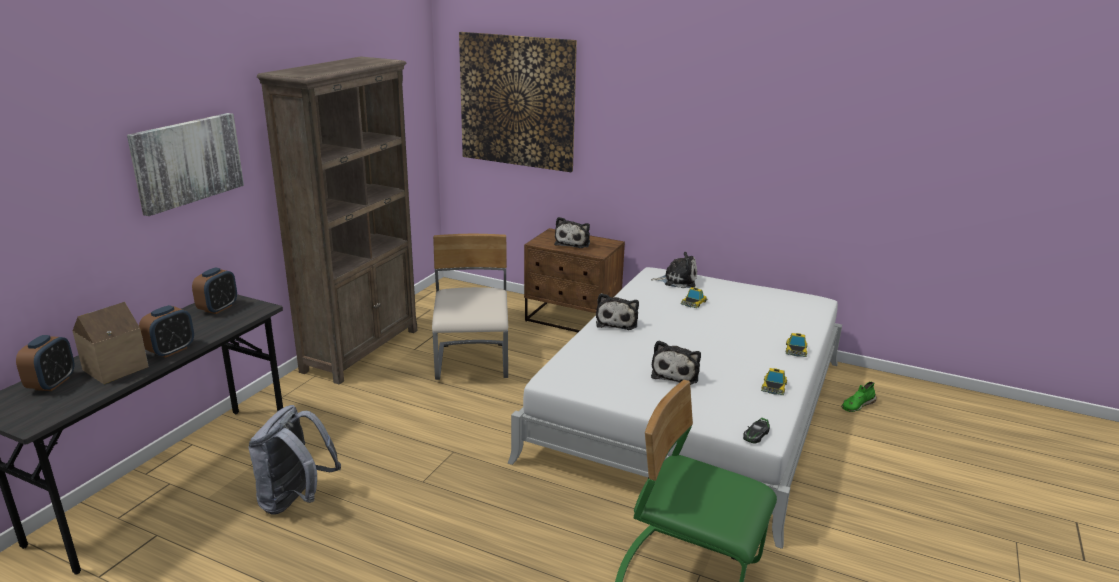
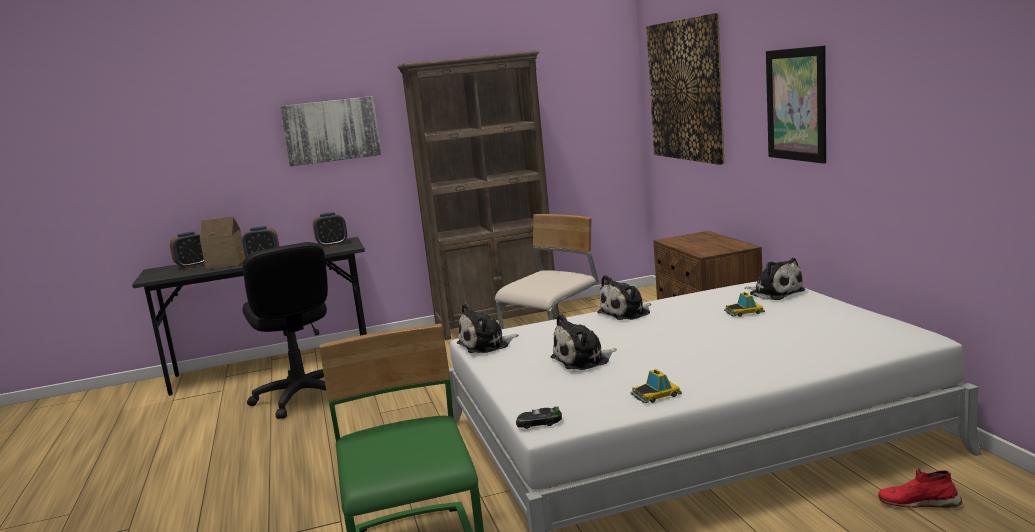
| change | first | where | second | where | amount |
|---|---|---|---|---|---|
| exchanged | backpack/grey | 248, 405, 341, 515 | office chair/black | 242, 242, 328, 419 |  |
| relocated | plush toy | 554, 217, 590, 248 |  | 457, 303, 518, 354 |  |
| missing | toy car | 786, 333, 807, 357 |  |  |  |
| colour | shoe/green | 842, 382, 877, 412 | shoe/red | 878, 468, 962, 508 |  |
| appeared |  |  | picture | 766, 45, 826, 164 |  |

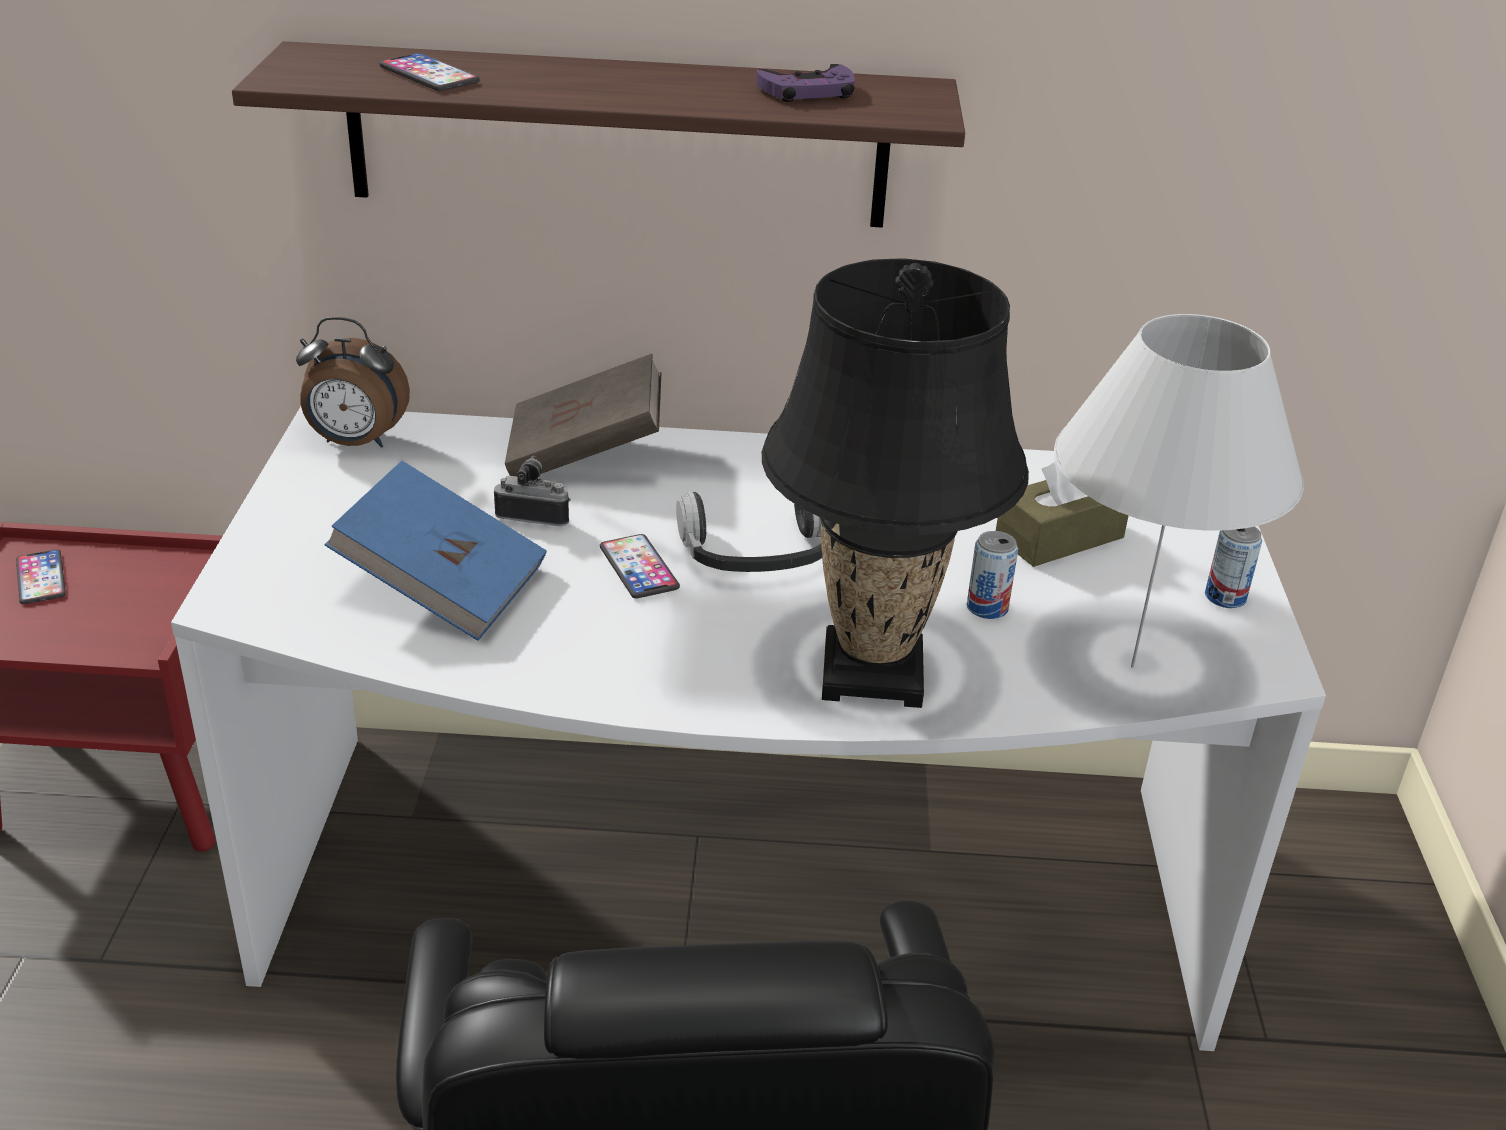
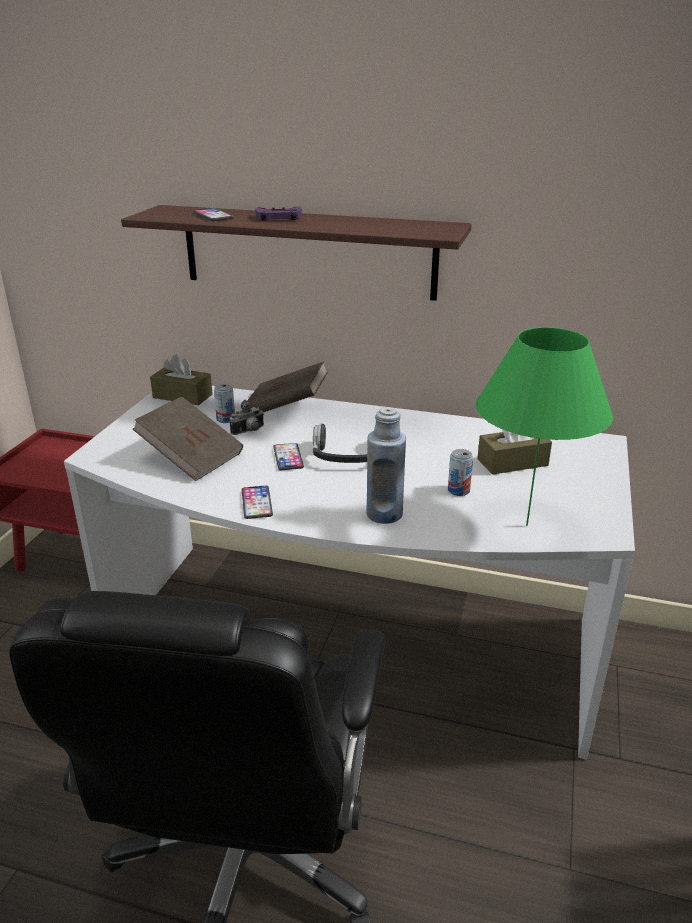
| change | first | where | second | where | amount |
|---|---|---|---|---|---|
| relocated | phone | 16, 549, 66, 604 |  | 242, 486, 273, 519 |  |
| exchanged | alarm clock | 296, 317, 410, 448 | tissue box/brown | 150, 354, 213, 405 |  |
| colour | book/blue | 325, 460, 547, 641 | book/brown | 133, 397, 243, 481 |  |
| spun | photo camera | 494, 456, 571, 526 |  | 229, 400, 264, 435 | 120 degrees clockwise |
| relocated | game controller/purple | 756, 64, 855, 102 |  | 255, 207, 302, 221 |  |
| exchanged | table lamp/black | 762, 258, 1029, 708 | bottle/blue | 366, 407, 406, 524 |  |
| colour | table lamp/white | 1054, 314, 1304, 668 | table lamp/green | 476, 327, 613, 526 |  |
| relocated | can | 1205, 527, 1262, 608 |  | 214, 383, 235, 423 |  |

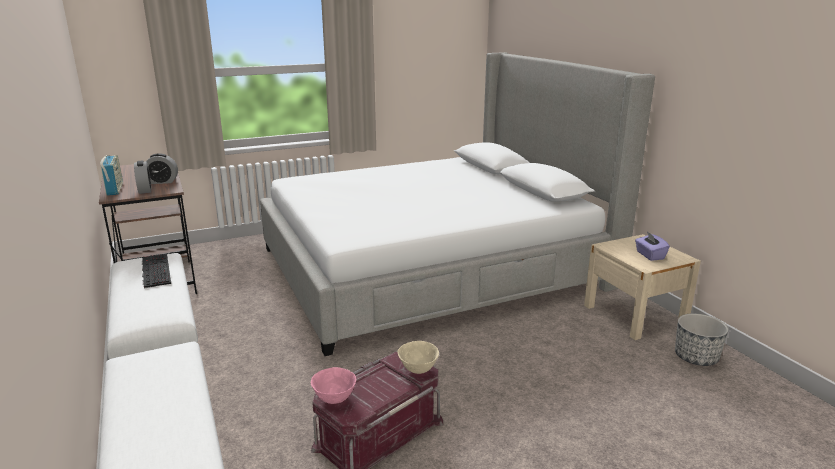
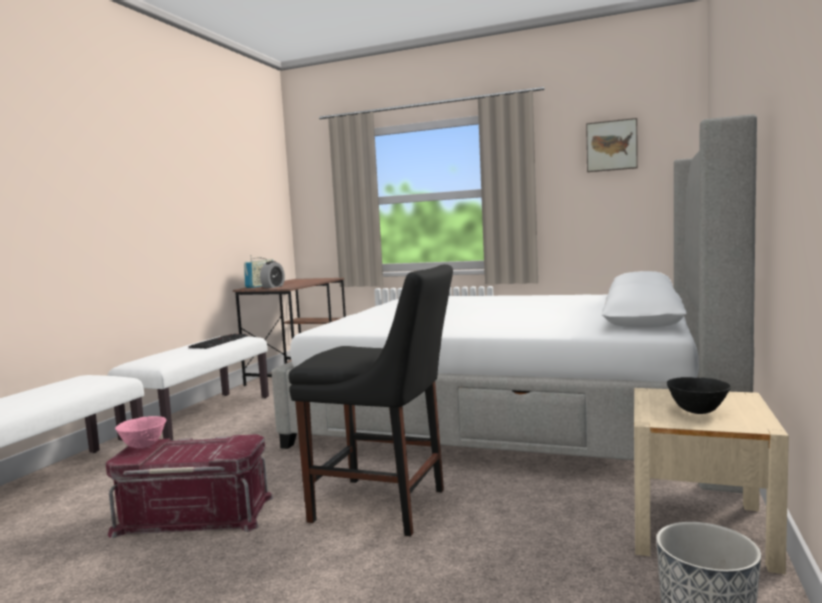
| change | first | where | second | where | amount |
|---|---|---|---|---|---|
| missing | alarm clock | 146, 153, 178, 184 |  |  |  |
| missing | bowl/beige | 397, 341, 439, 374 |  |  |  |
| exchanged | tissue box/purple | 635, 231, 670, 261 | bowl/black | 667, 377, 731, 414 |  |
| appeared |  |  | chair/black | 289, 264, 453, 537 |  |
| appeared |  |  | picture | 586, 118, 638, 172 |  |

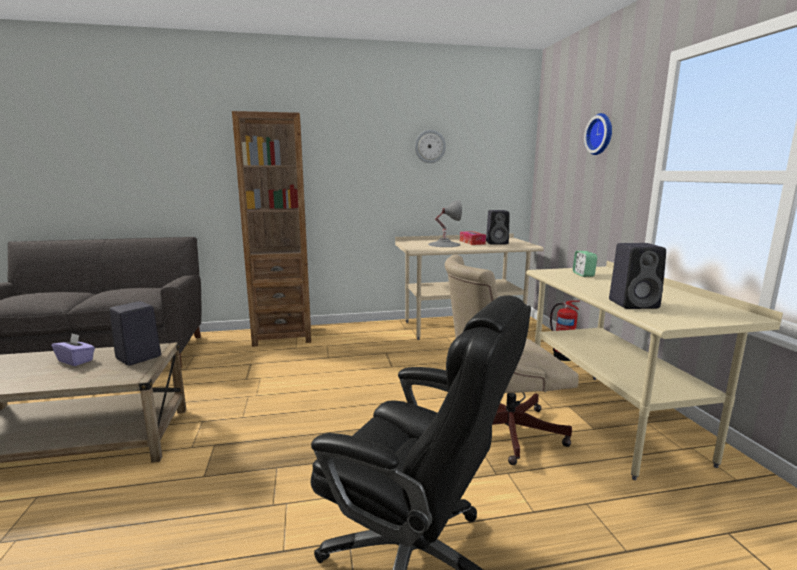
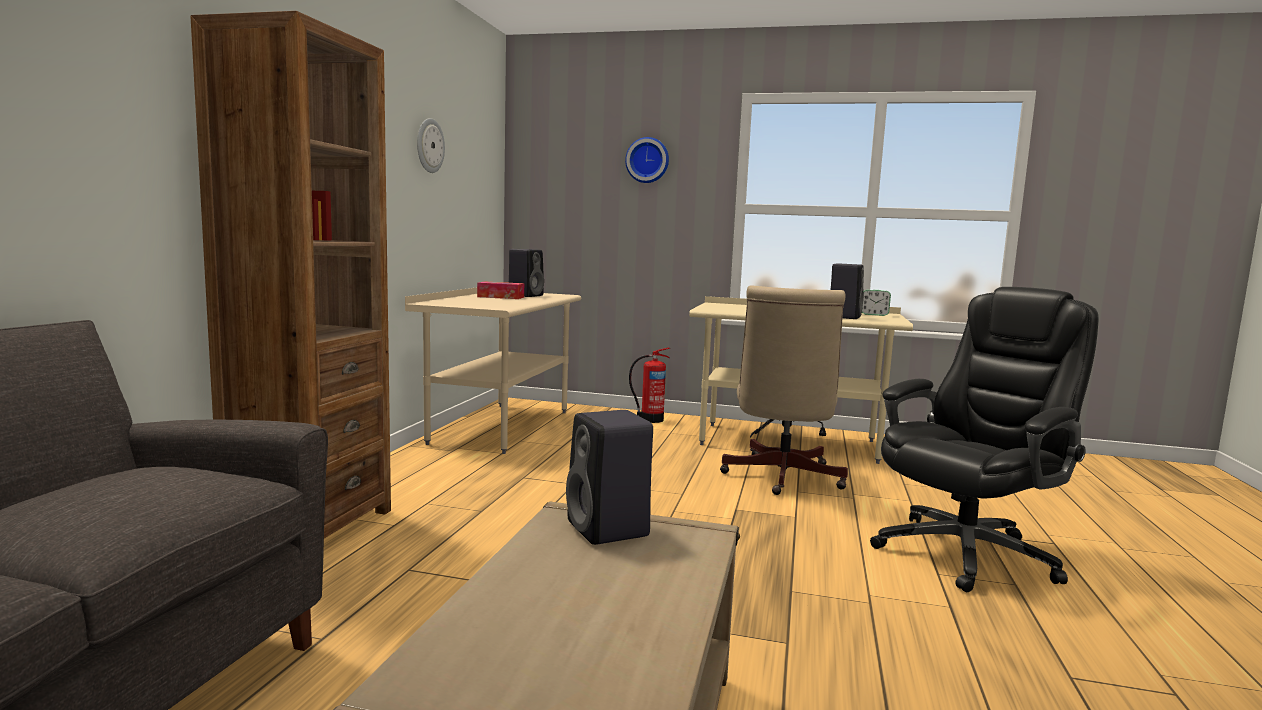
| change | first | where | second | where | amount |
|---|---|---|---|---|---|
| missing | tissue box/purple | 52, 333, 95, 366 |  |  |  |
| missing | table lamp/grey | 428, 200, 462, 247 |  |  |  |
| relocated | alarm clock | 573, 251, 597, 277 |  | 862, 290, 891, 316 |  |

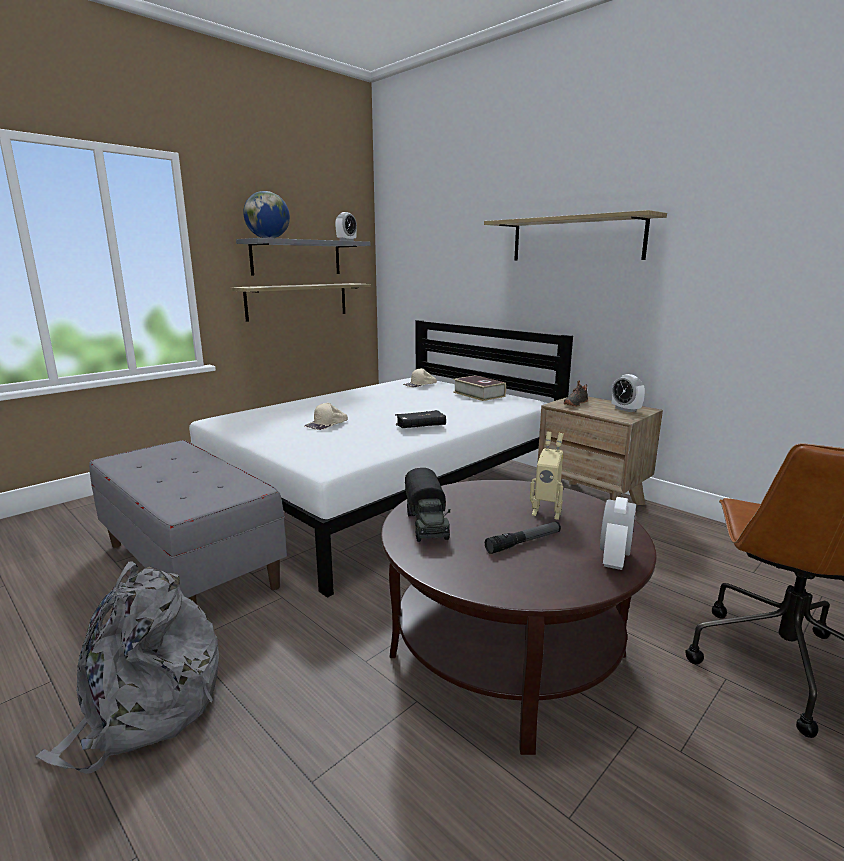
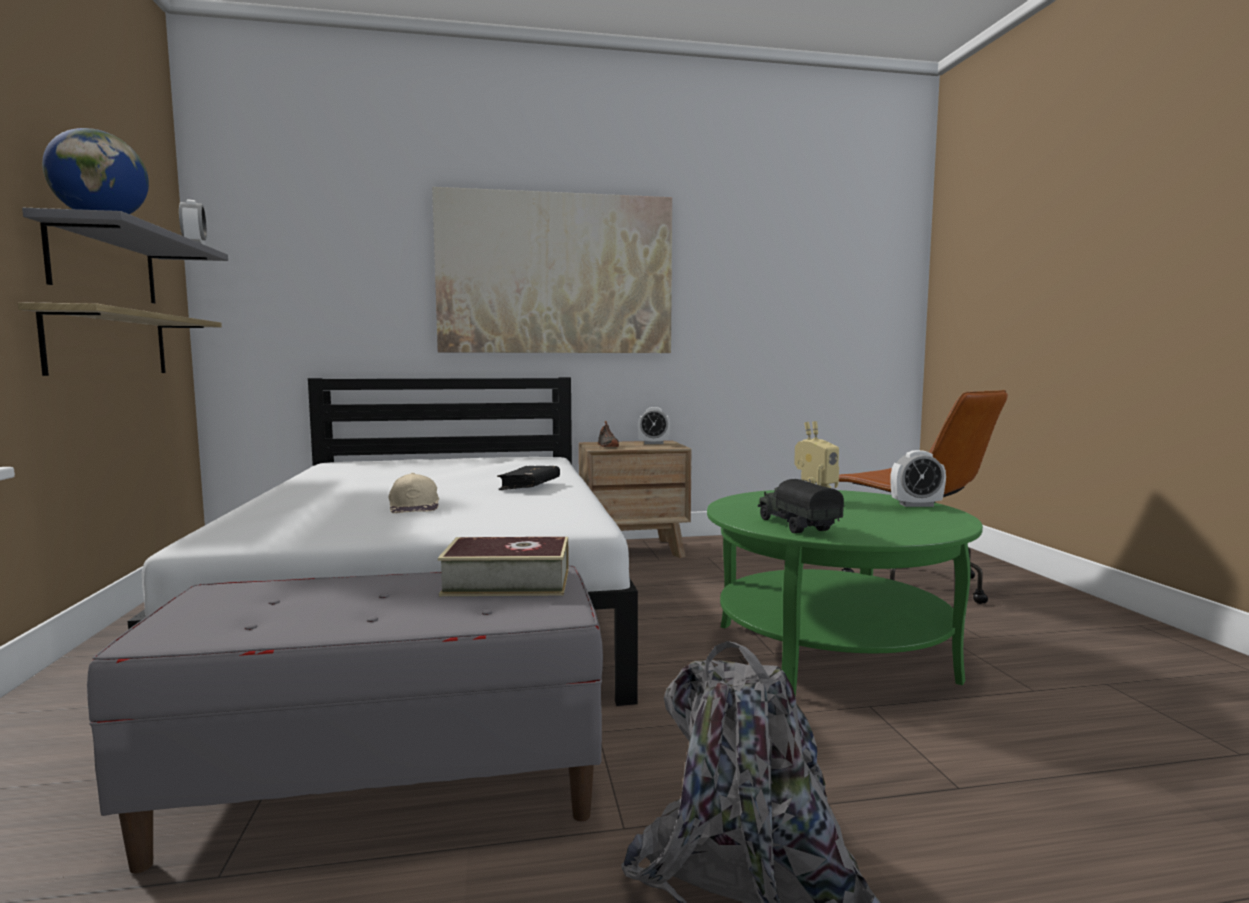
| change | first | where | second | where | amount |
|---|---|---|---|---|---|
| colour | coffee table/brown | 381, 480, 657, 755 | coffee table/green | 707, 490, 983, 697 |  |
| missing | cap/beige | 403, 368, 437, 387 |  |  |  |
| spun | toy truck | 405, 468, 450, 542 |  | 758, 479, 844, 533 | 135 degrees counterclockwise |
| relocated | book | 453, 375, 506, 401 |  | 438, 537, 569, 596 |  |
| exchanged | shelf | 484, 210, 667, 260 | picture | 432, 187, 672, 353 |  |
| missing | flashlight | 485, 521, 561, 554 |  |  |  |
| spun | alarm clock | 600, 497, 636, 570 |  | 890, 450, 946, 507 | 120 degrees clockwise |

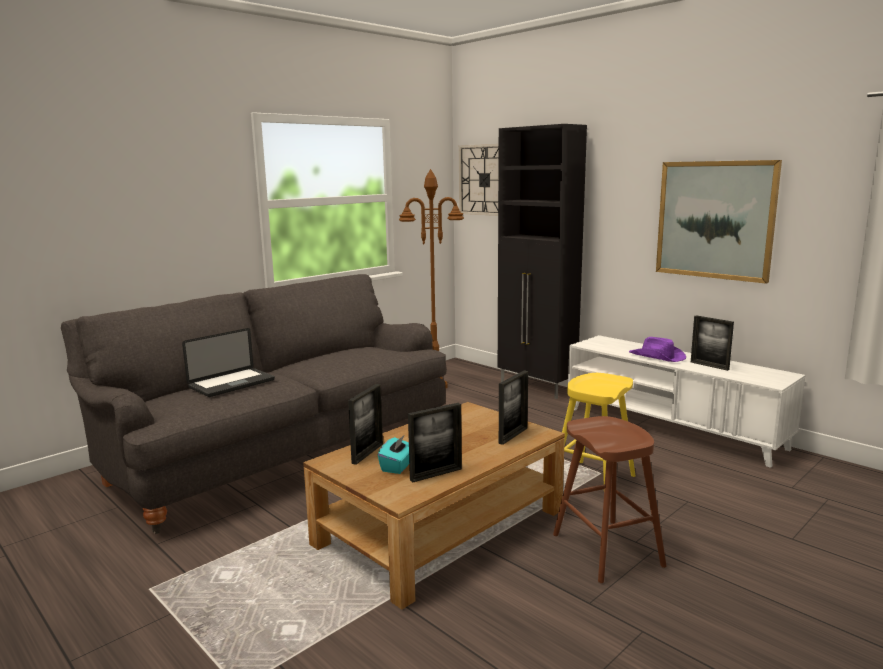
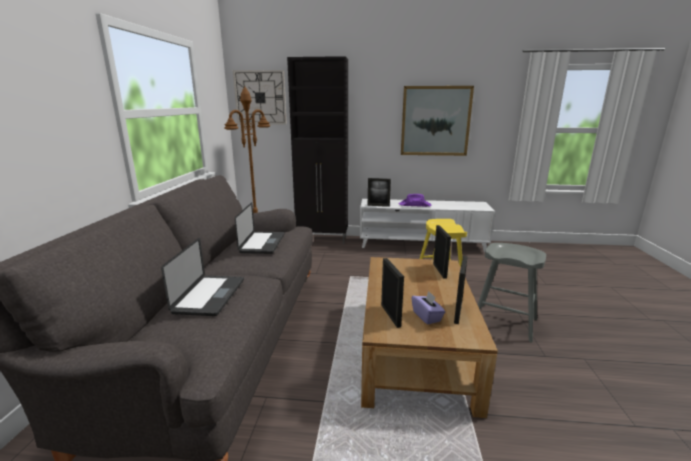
| change | first | where | second | where | amount |
|---|---|---|---|---|---|
| colour | tissue box/turquoise | 378, 434, 409, 474 | tissue box/purple | 411, 291, 445, 324 |  |
| colour | stool/brown | 553, 416, 667, 583 | stool/grey | 478, 243, 546, 342 |  |
| relocated | picture frame | 691, 315, 734, 371 |  | 368, 178, 391, 207 |  |
| appeared |  |  | laptop | 235, 202, 285, 254 |  |

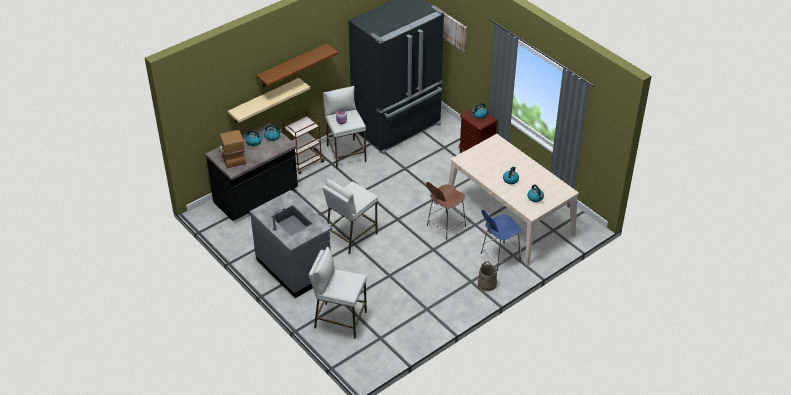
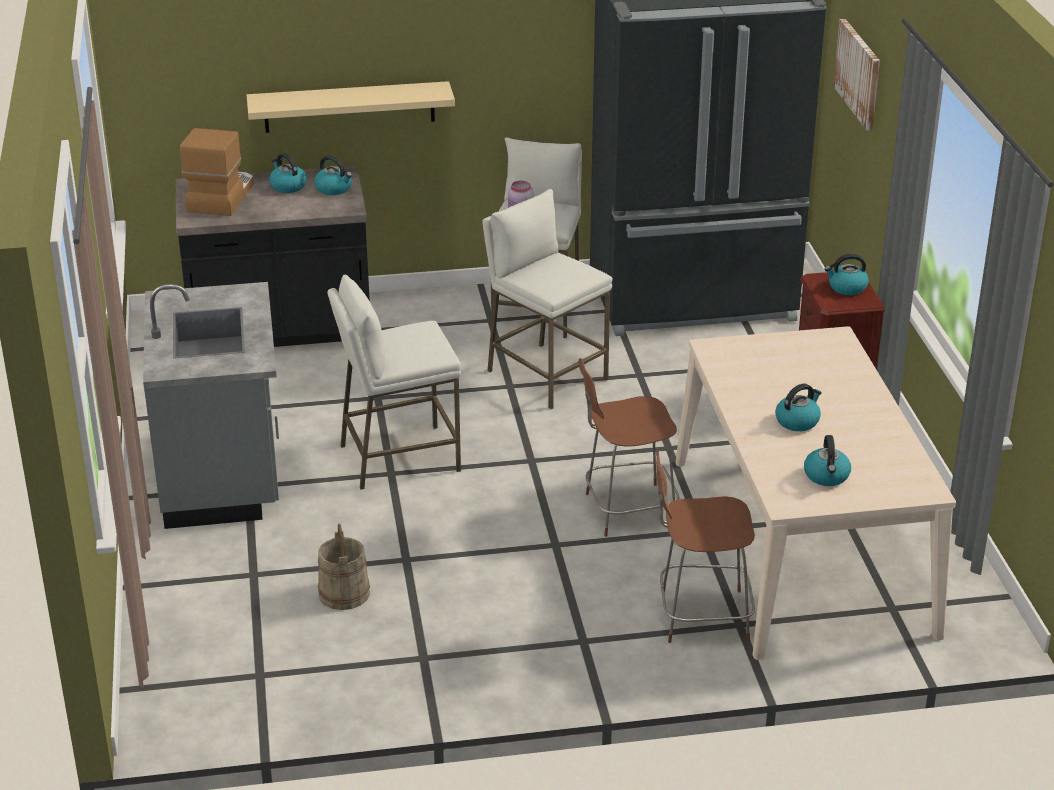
| change | first | where | second | where | amount |
|---|---|---|---|---|---|
| missing | shelf/brown | 256, 43, 338, 87 |  |  |  |
| missing | cart/brown | 283, 110, 326, 174 |  |  |  |
| relocated | stool/white | 309, 247, 367, 339 |  | 482, 189, 613, 409 |  |
| relocated | bucket/beige | 478, 261, 497, 291 |  | 318, 524, 370, 610 |  |
| colour | chair/blue | 481, 210, 521, 271 | chair/brown | 656, 450, 755, 643 |  |

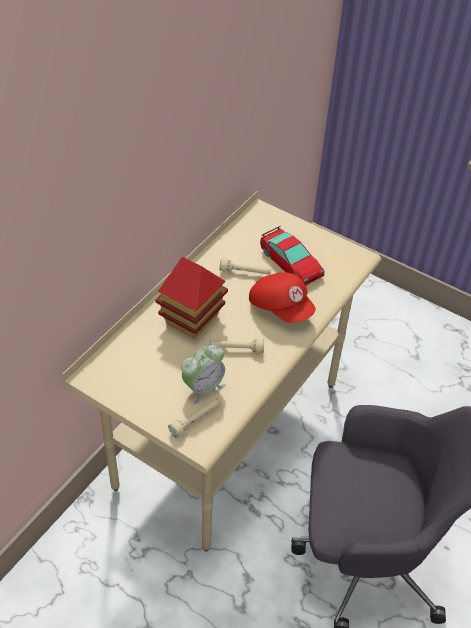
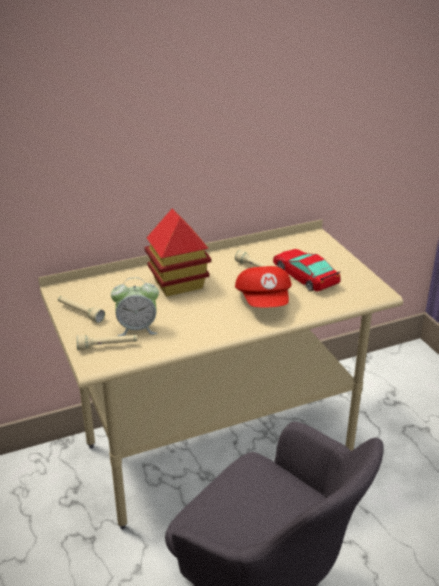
| change | first | where | second | where | amount |
|---|---|---|---|---|---|
| relocated | flashlight/beige | 208, 339, 264, 353 |  | 58, 296, 105, 323 |  |
| spun | toy car | 260, 226, 324, 285 |  | 273, 249, 340, 292 | 150 degrees clockwise |

